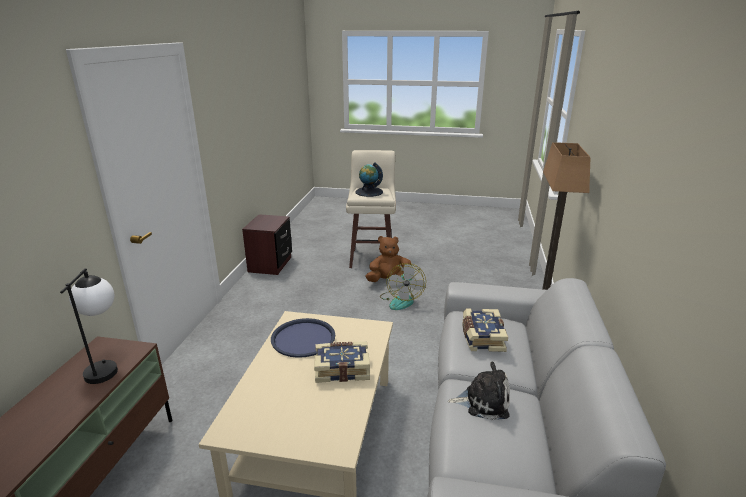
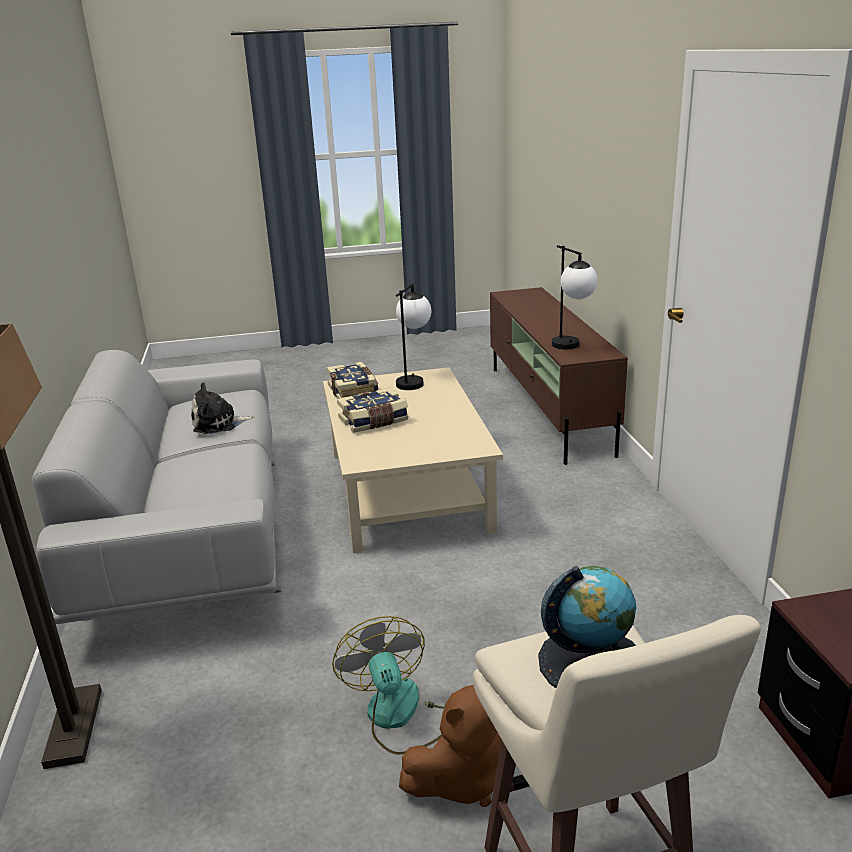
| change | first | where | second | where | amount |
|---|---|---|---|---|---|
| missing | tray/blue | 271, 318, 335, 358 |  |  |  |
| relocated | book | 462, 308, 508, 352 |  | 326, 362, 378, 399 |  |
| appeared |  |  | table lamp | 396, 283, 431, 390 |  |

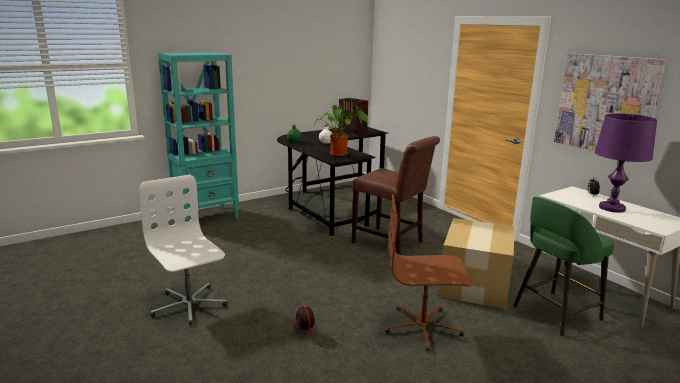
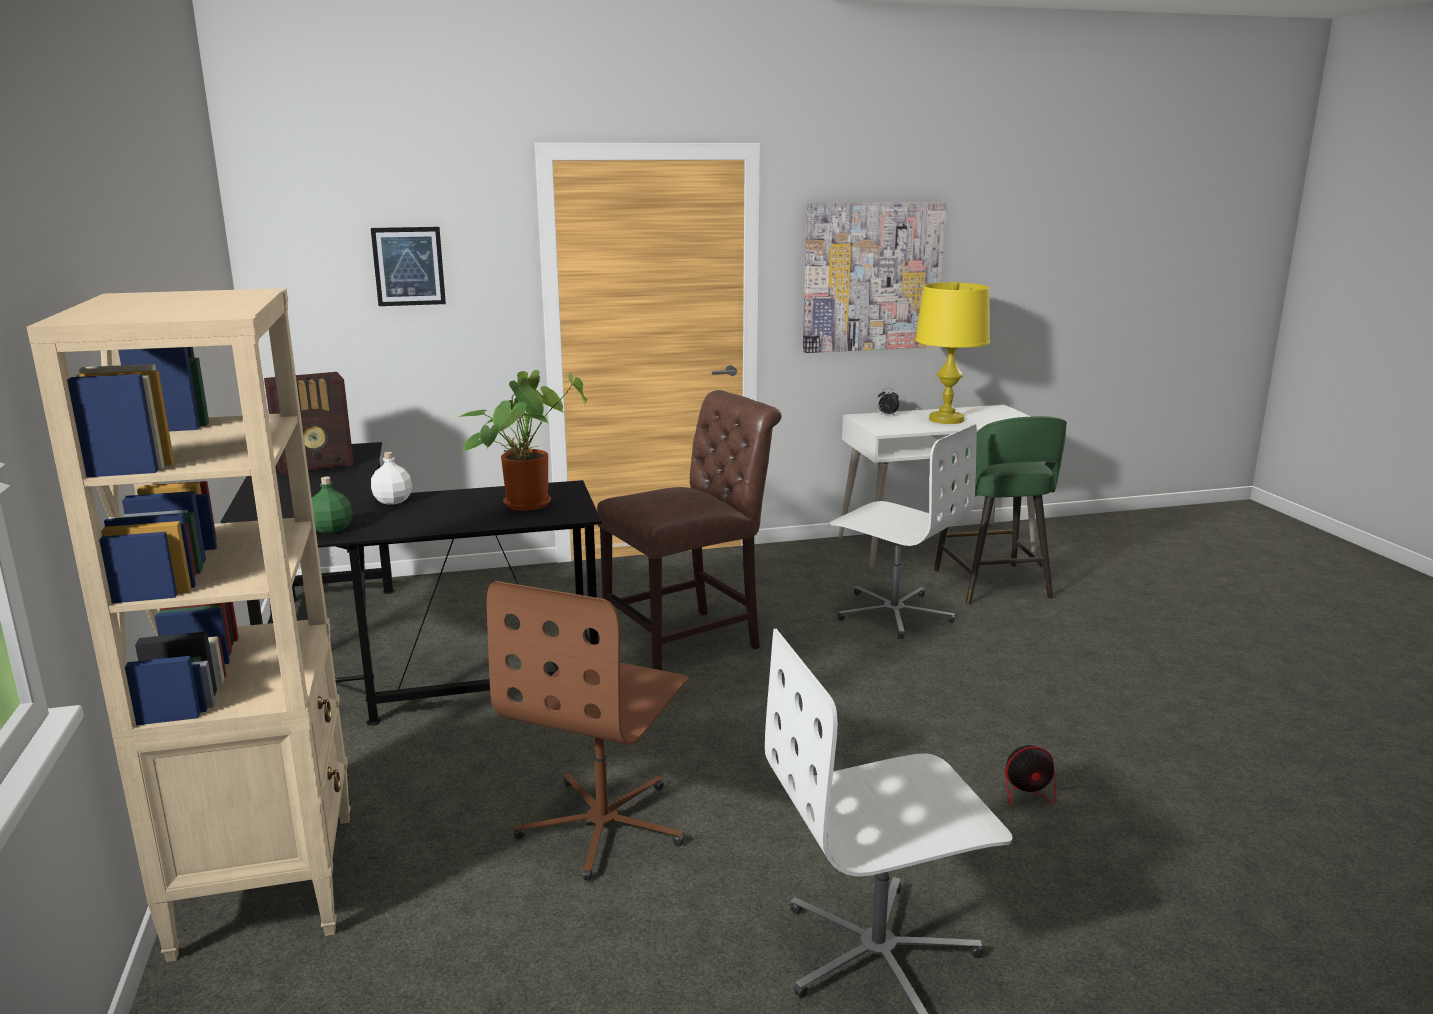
| change | first | where | second | where | amount |
|---|---|---|---|---|---|
| colour | bookcase/turquoise | 158, 52, 239, 222 | bookcase/beige | 27, 288, 351, 962 |  |
| relocated | office chair/brown | 385, 194, 472, 351 |  | 487, 581, 689, 881 |  |
| exchanged | cardboard box | 439, 218, 515, 309 | office chair/white | 830, 424, 977, 639 |  |
| colour | table lamp/purple | 595, 114, 657, 213 | table lamp/yellow | 915, 281, 990, 424 |  |
| appeared |  |  | picture | 371, 227, 446, 306 |  |

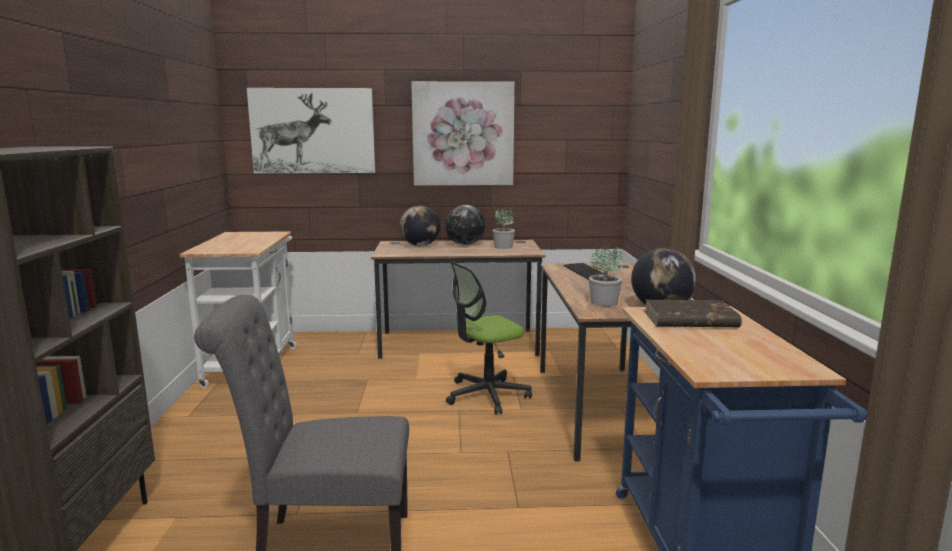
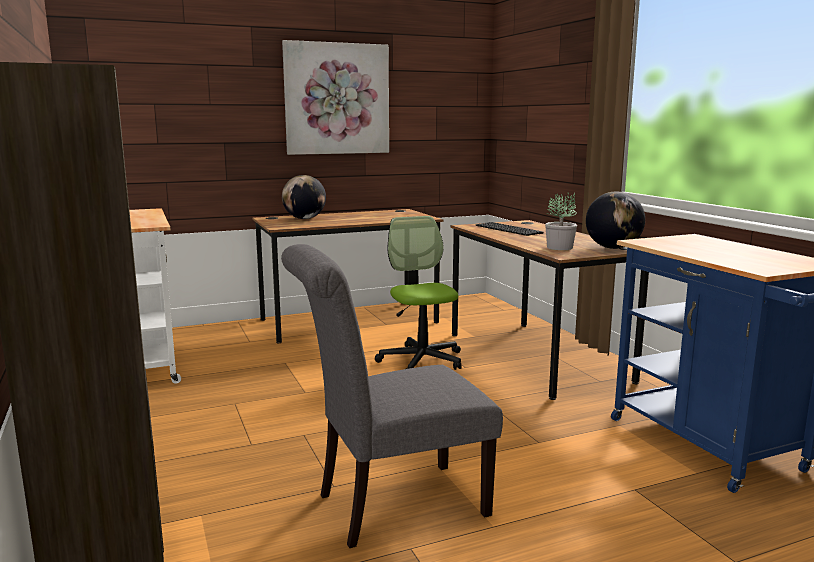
| change | first | where | second | where | amount |
|---|---|---|---|---|---|
| missing | picture | 247, 88, 375, 173 |  |  |  |
| missing | globe | 445, 205, 486, 245 |  |  |  |
| spun | office chair | 446, 261, 532, 414 |  | 375, 216, 462, 370 | 120 degrees clockwise |
| missing | potted plant | 492, 208, 515, 249 |  |  |  |
| missing | book/brown | 645, 300, 742, 327 |  |  |  |

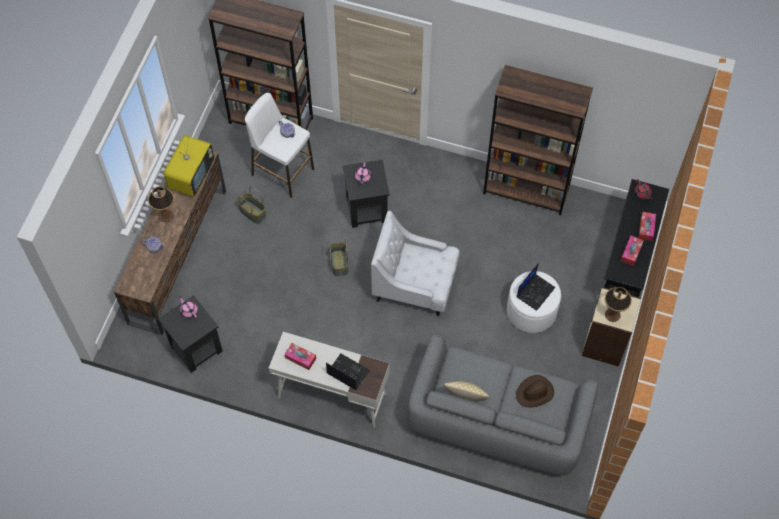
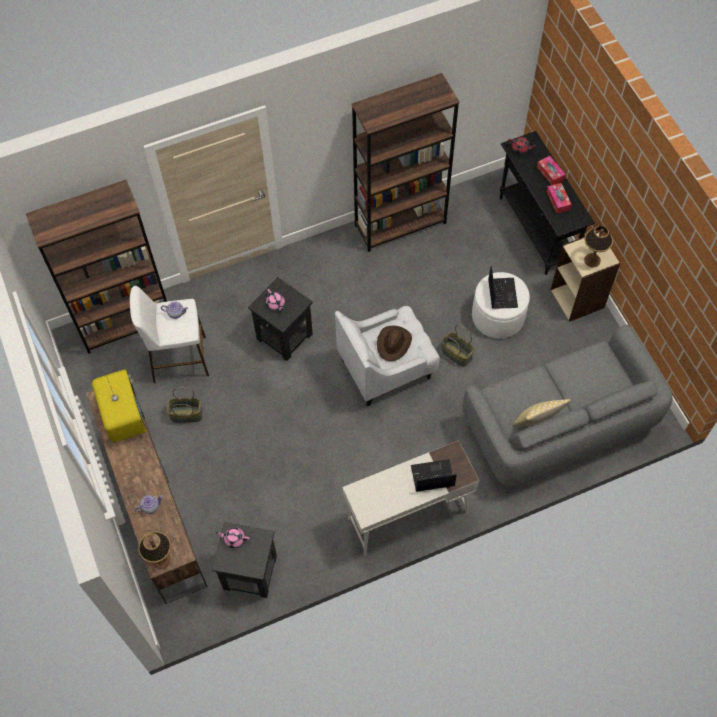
| change | first | where | second | where | amount |
|---|---|---|---|---|---|
| relocated | table lamp | 148, 186, 174, 222 |  | 138, 531, 171, 569 |  |
| missing | tissue box | 285, 343, 316, 370 |  |  |  |
| relocated | basket | 329, 239, 348, 276 |  | 442, 325, 474, 367 |  |
| relocated | hat/brown | 516, 375, 554, 407 |  | 377, 326, 412, 361 |  |

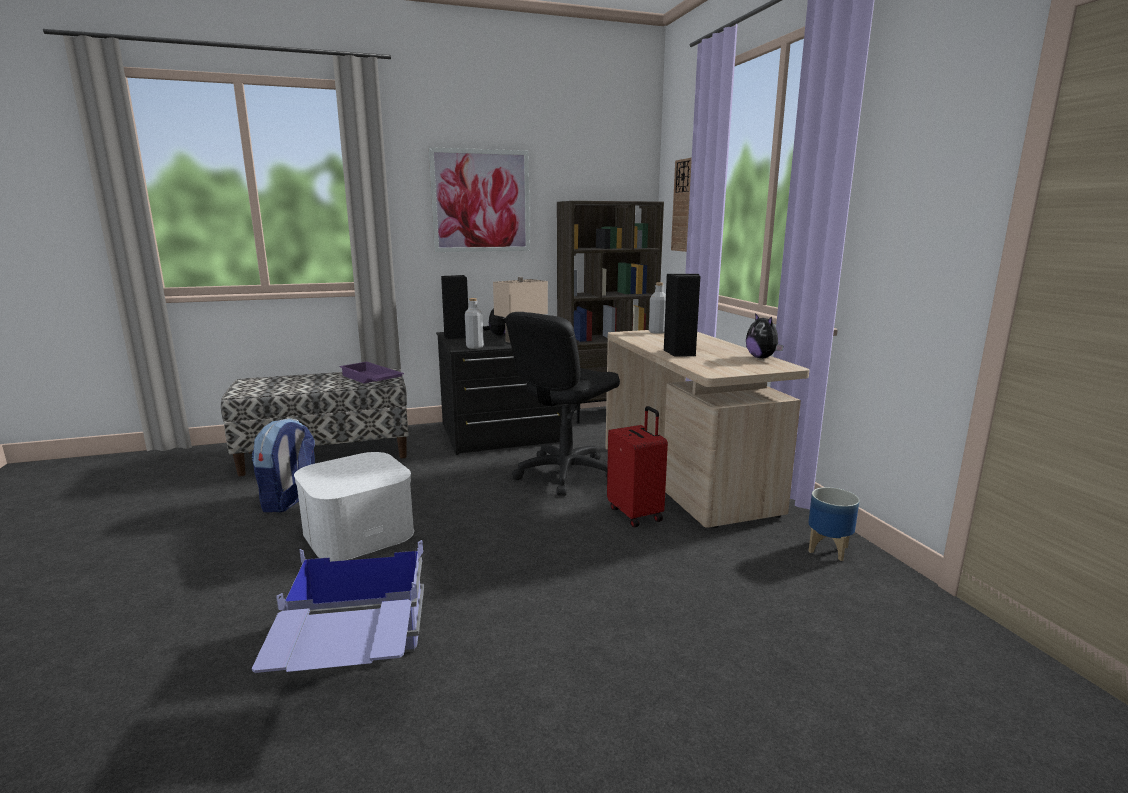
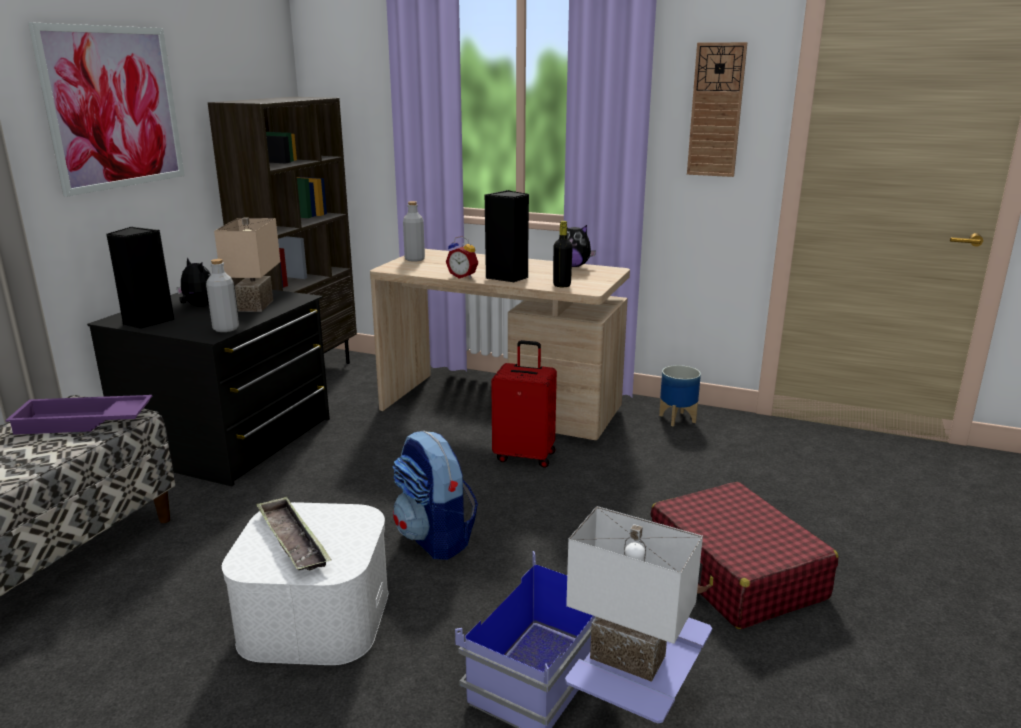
| change | first | where | second | where | amount |
|---|---|---|---|---|---|
| relocated | backpack | 252, 418, 315, 512 |  | 393, 431, 478, 560 |  |
| missing | office chair/black | 506, 312, 620, 496 |  |  |  |
| relocated | wall clock | 671, 158, 692, 252 |  | 687, 42, 747, 177 |  |
| appeared |  |  | tray | 256, 496, 332, 571 |  |
| appeared |  |  | alarm clock | 446, 236, 478, 279 |  |
| appeared |  |  | bottle/black | 553, 221, 573, 287 |  |
| appeared |  |  | table lamp/white | 566, 506, 703, 682 |  |
| appeared |  |  | suitcase/red | 651, 482, 839, 629 |  |

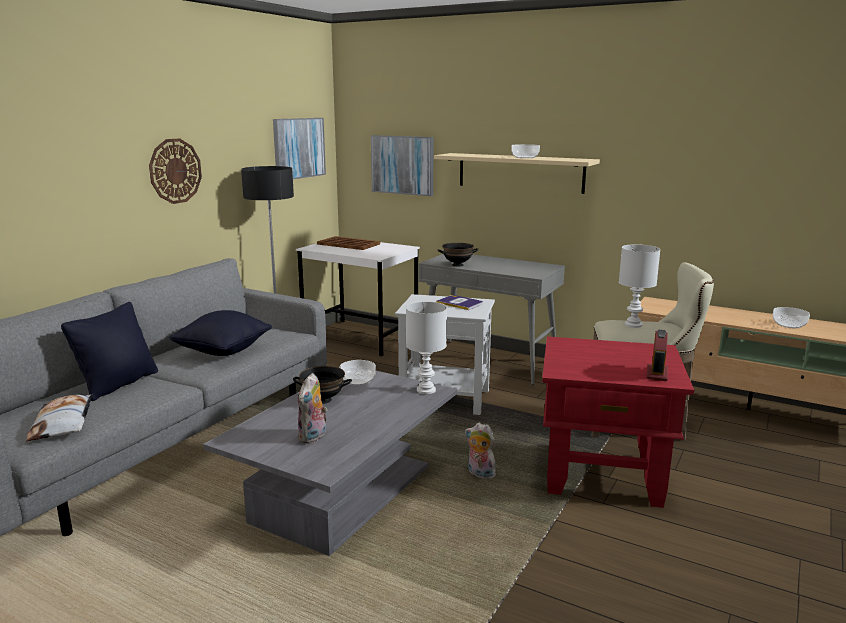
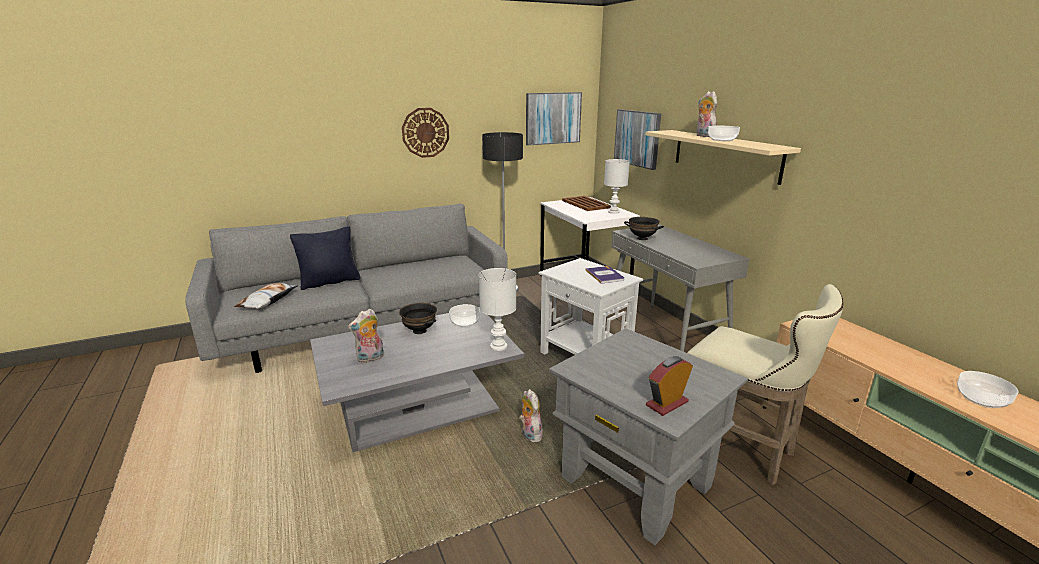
| change | first | where | second | where | amount |
|---|---|---|---|---|---|
| missing | pillow/black | 169, 310, 272, 356 |  |  |  |
| colour | side table/red | 542, 337, 694, 508 | side table/grey | 549, 328, 748, 545 |  |
| relocated | table lamp/white | 619, 244, 661, 328 |  | 604, 159, 630, 214 |  |
| appeared |  |  | plush toy | 697, 91, 717, 137 |  |

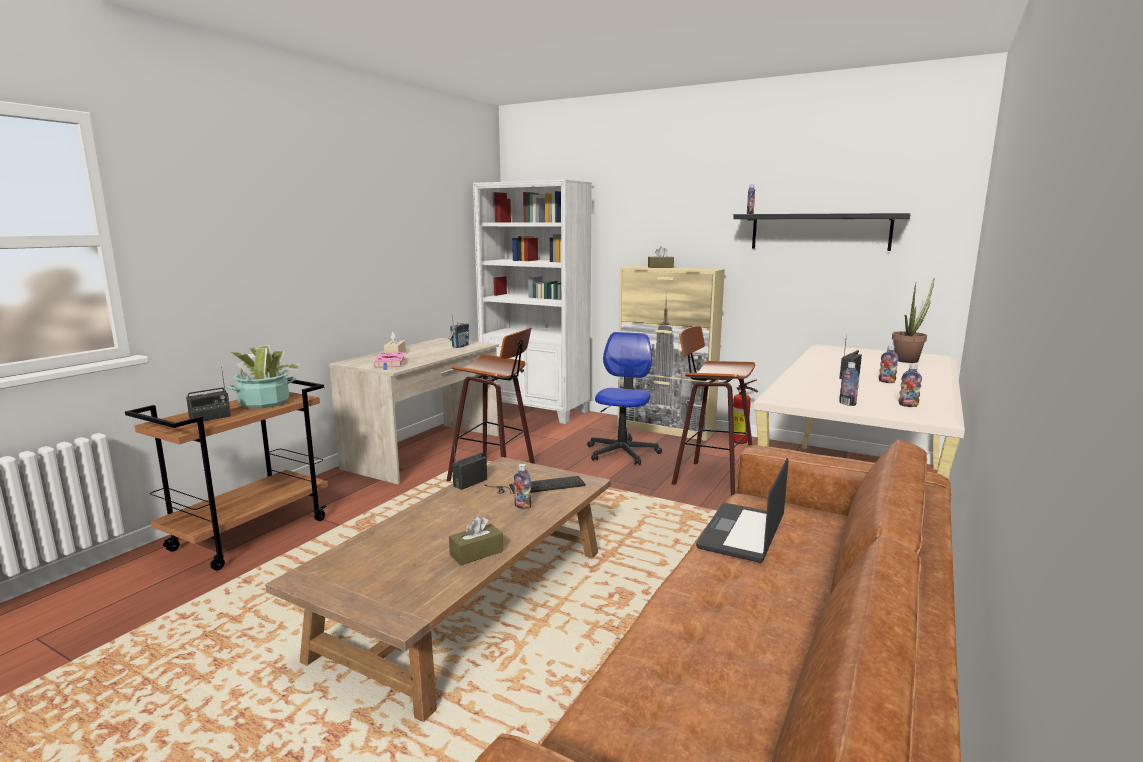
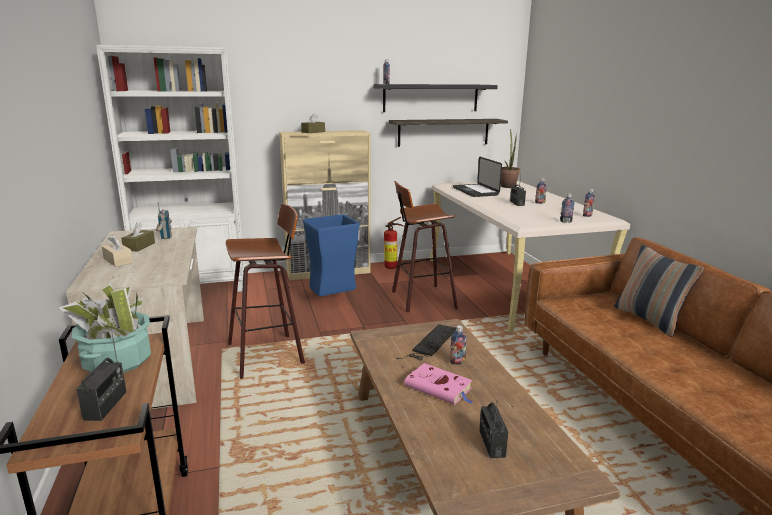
| change | first | where | second | where | amount |
|---|---|---|---|---|---|
| relocated | book/pink | 373, 352, 405, 370 |  | 405, 363, 474, 405 |  |
| relocated | tissue box/brown | 449, 516, 503, 565 |  | 121, 222, 155, 252 |  |
| relocated | radio | 452, 445, 487, 490 |  | 479, 401, 508, 458 |  |
| exchanged | office chair | 587, 332, 662, 465 | trash can/blue | 303, 214, 360, 296 |  |
| relocated | laptop | 696, 458, 789, 563 |  | 453, 157, 502, 197 |  |
| appeared |  |  | shelf | 389, 119, 508, 147 |  |
| appeared |  |  | pillow | 614, 245, 704, 337 |  |

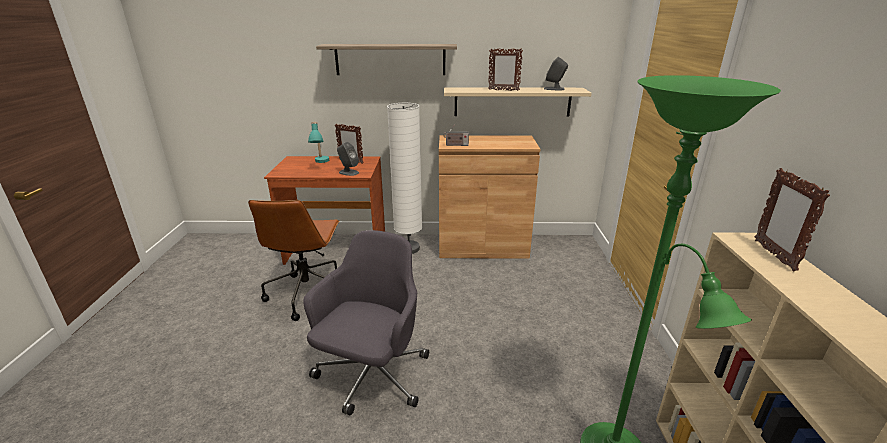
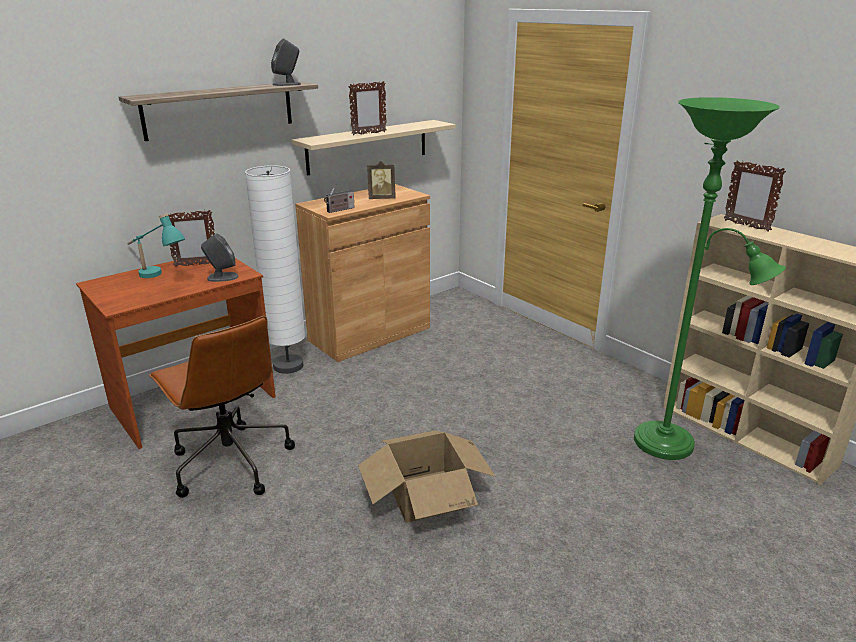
| change | first | where | second | where | amount |
|---|---|---|---|---|---|
| exchanged | office chair/grey | 303, 230, 429, 415 | cardboard box | 358, 431, 496, 523 |  |
| relocated | speaker/grey | 544, 57, 568, 90 |  | 271, 38, 301, 86 |  |
| appeared |  |  | picture frame | 367, 161, 396, 199 |  |

